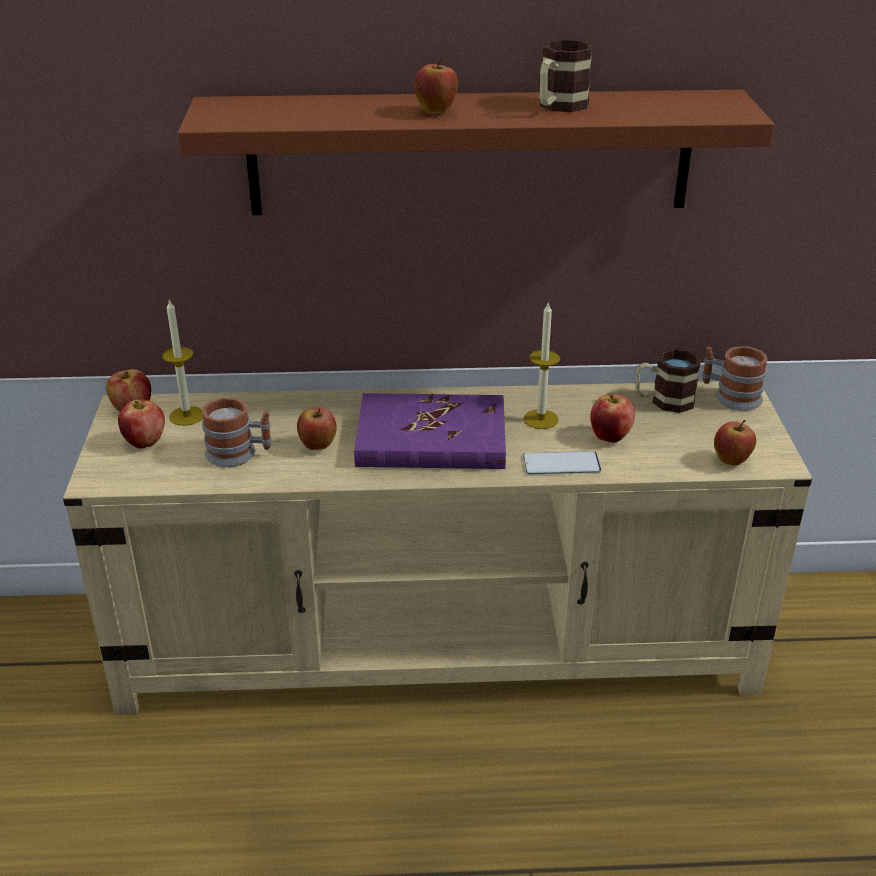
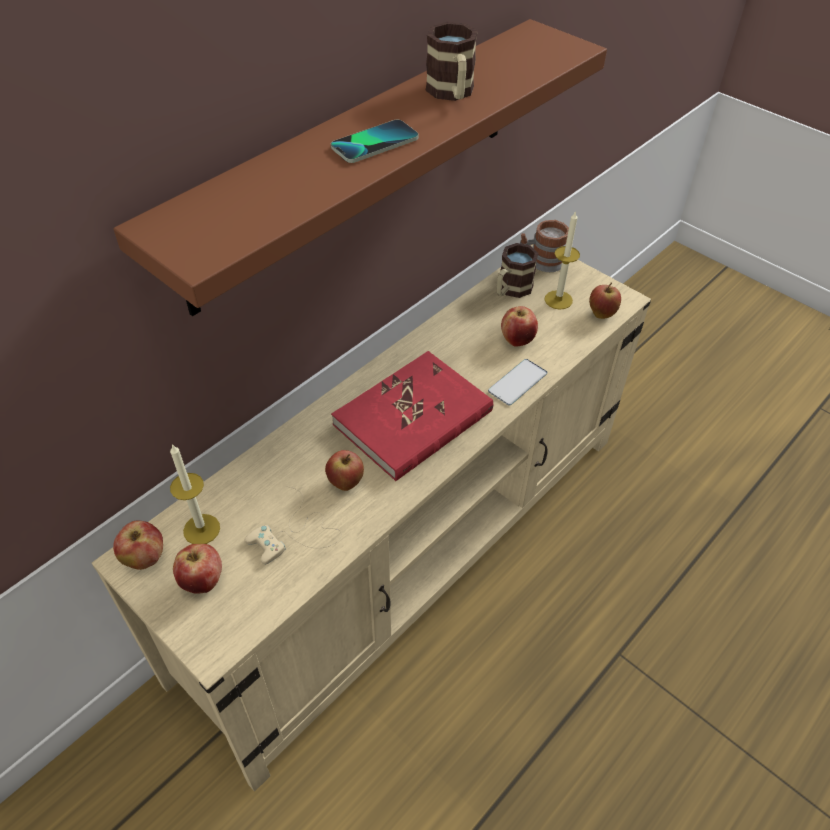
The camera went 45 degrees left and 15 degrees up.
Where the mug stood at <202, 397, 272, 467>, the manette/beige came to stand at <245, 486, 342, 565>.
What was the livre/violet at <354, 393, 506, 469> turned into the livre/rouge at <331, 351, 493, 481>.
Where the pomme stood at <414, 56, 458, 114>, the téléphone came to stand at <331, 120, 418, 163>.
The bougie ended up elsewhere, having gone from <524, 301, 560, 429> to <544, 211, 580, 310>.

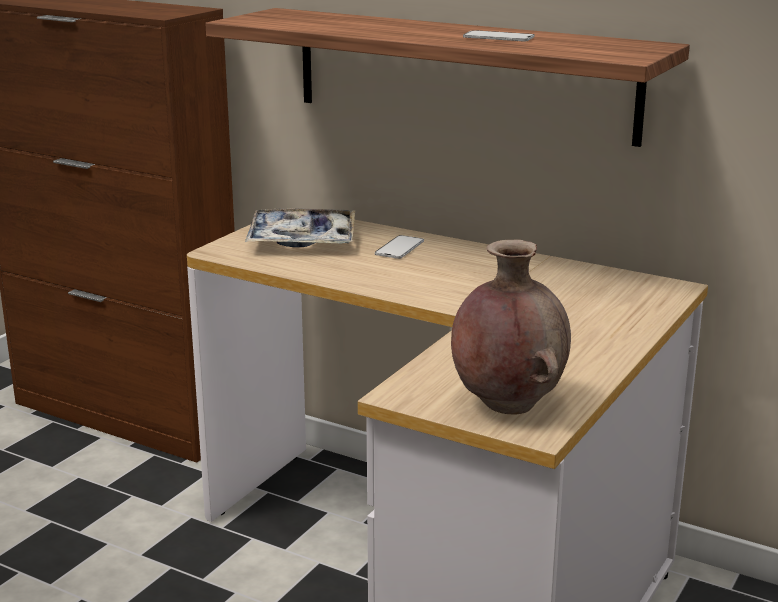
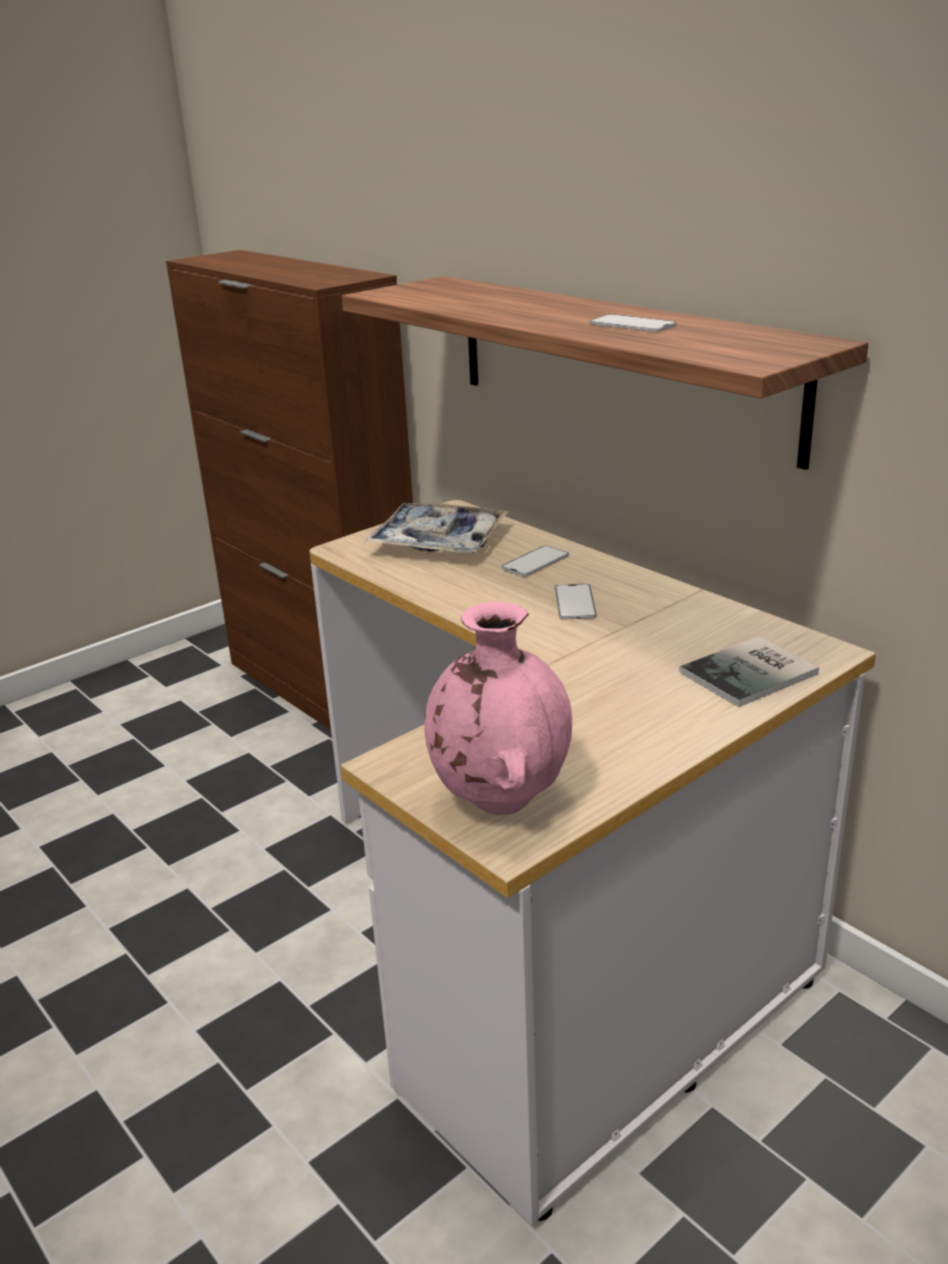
The camera went 20 degrees right and 5 degrees up.
What was the vase/marron at <451, 240, 571, 415> turned into the vase/rose at <424, 602, 572, 815>.
The second view gained the téléphone at <555, 584, 597, 619>.
The second view gained the livre at <679, 636, 819, 707>.

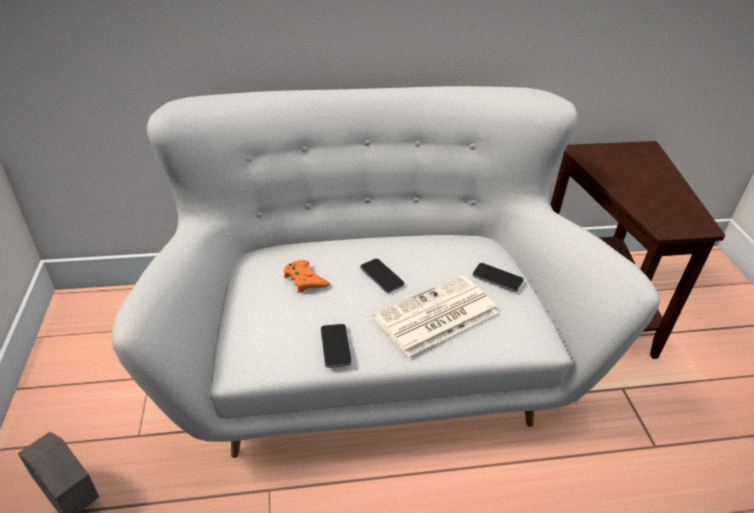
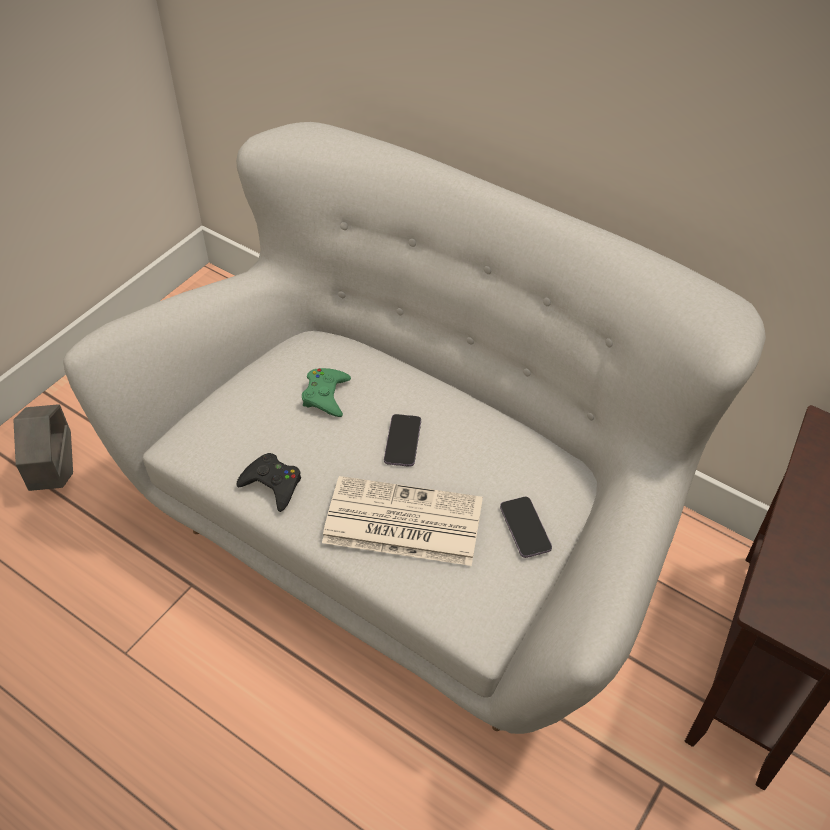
The camera went 45 degrees right and 10 degrees up.
What was the manette/orange at <284, 260, 330, 293> turned into the manette/vert at <302, 368, 351, 417>.
Where the téléphone stood at <321, 324, 352, 368>, the manette/noir came to stand at <237, 453, 301, 512>.

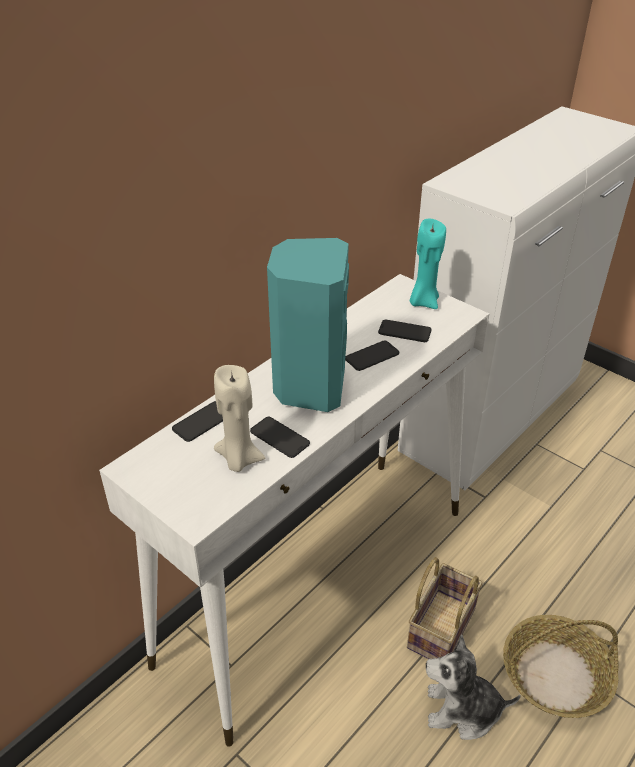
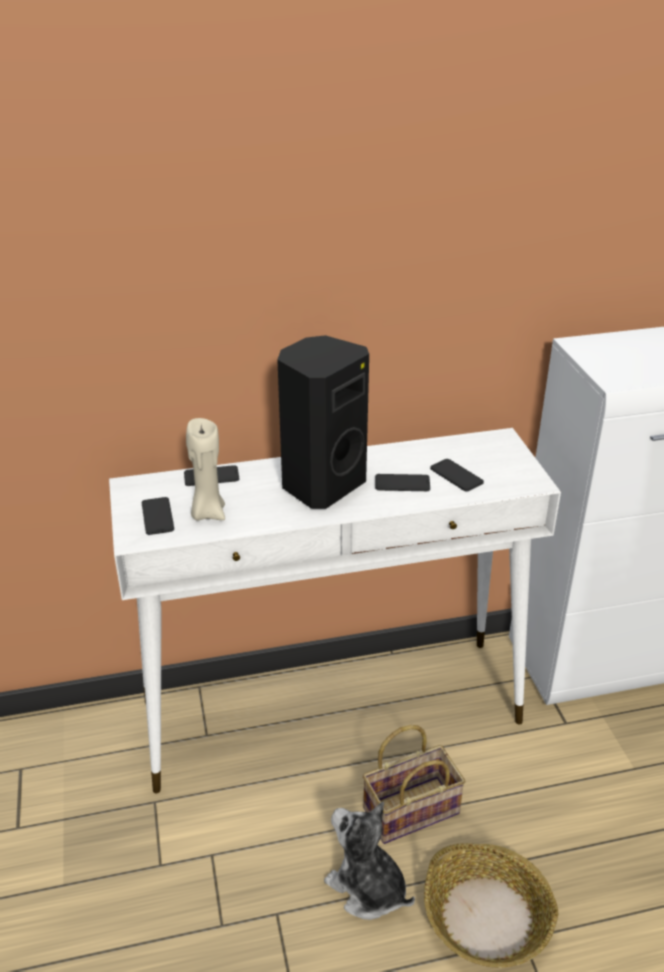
The camera went 35 degrees right and 5 degrees down.
The téléphone ended up elsewhere, having gone from <250, 417, 310, 458> to <141, 497, 174, 535>.
What was the enceinte/turquoise at <267, 238, 349, 412> turned into the enceinte/noir at <277, 335, 369, 509>.
The second view lost the bougie/turquoise at <410, 219, 446, 309>.

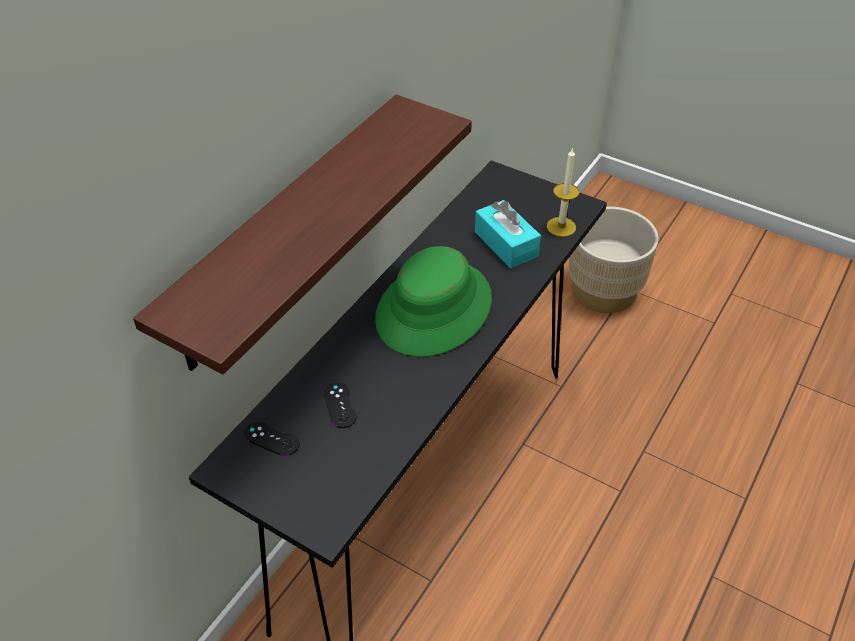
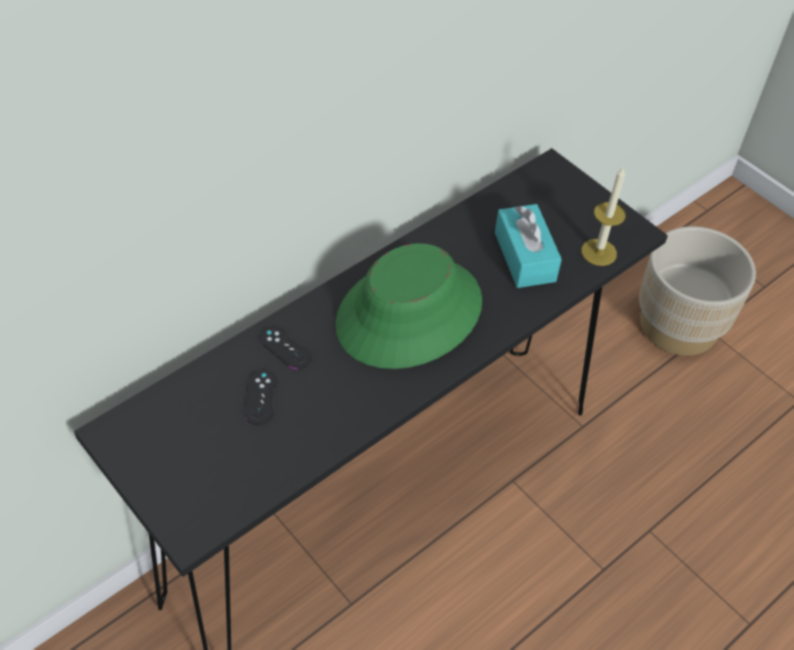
The camera went 15 degrees right and 5 degrees up.
The second view lost the étagère at <133, 94, 472, 375>.
The manette/noir ended up elsewhere, having gone from <244, 422, 300, 456> to <259, 326, 312, 369>.

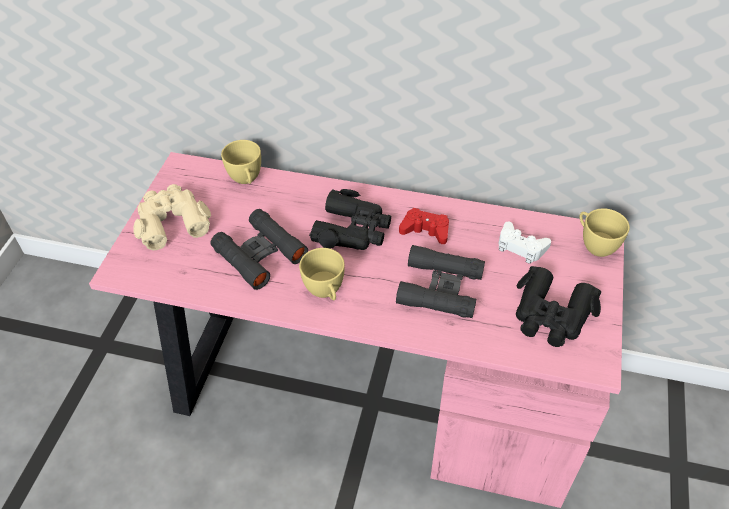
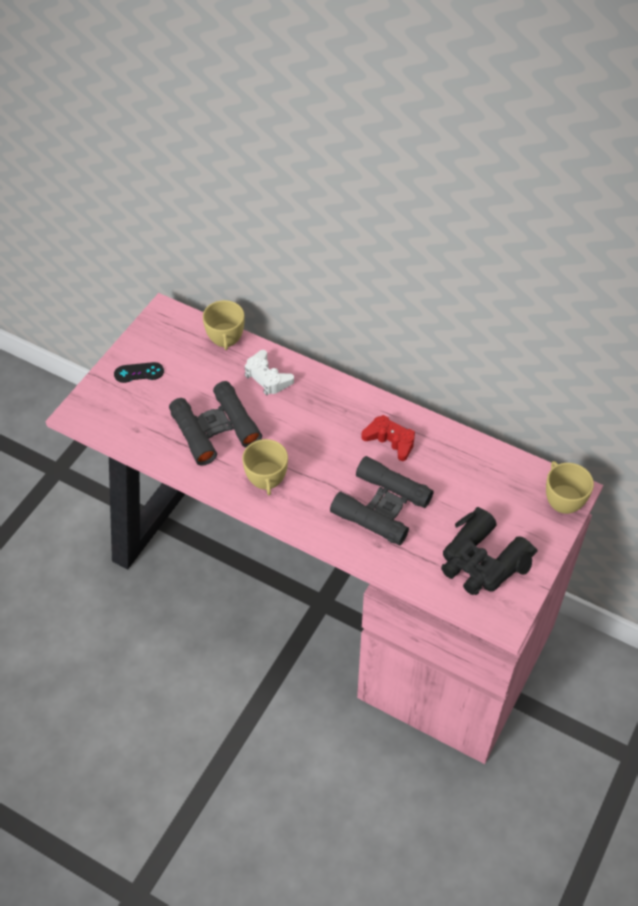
The camera went 15 degrees right and 5 degrees up.
Where the jumelles/beige stood at <133, 184, 211, 250>, the manette/noir came to stand at <114, 362, 164, 383>.
The second view lost the jumelles/noir at <309, 189, 391, 250>.
The manette/blanc ended up elsewhere, having gone from <499, 222, 551, 264> to <245, 350, 294, 395>.

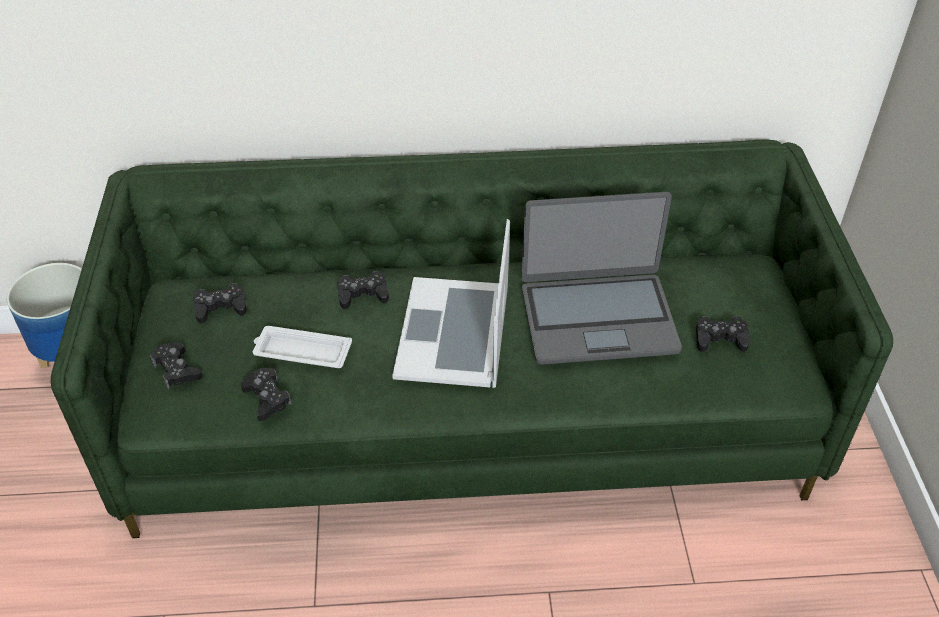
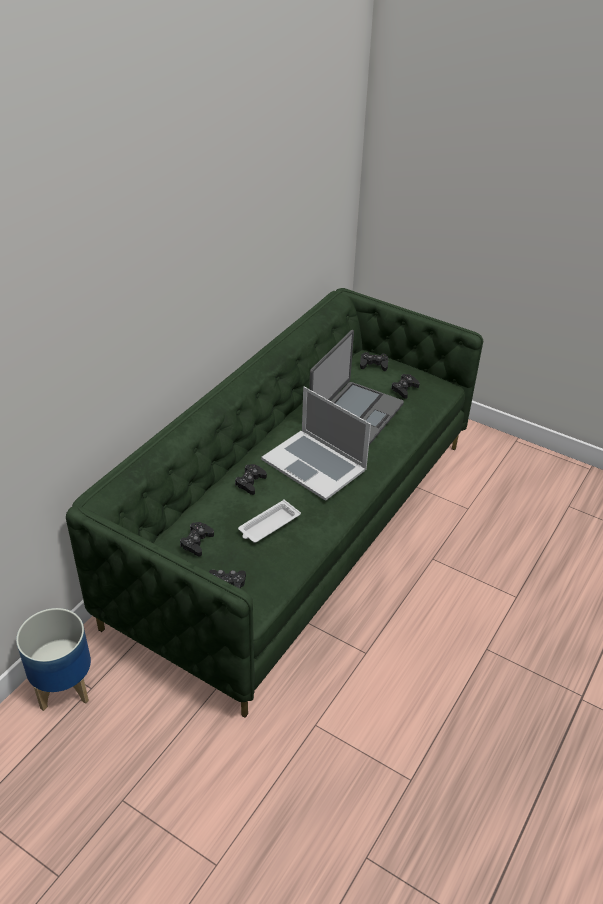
The camera went 55 degrees left and 5 degrees down.
The manette/noir ended up elsewhere, having gone from <241, 368, 292, 421> to <360, 352, 388, 371>.

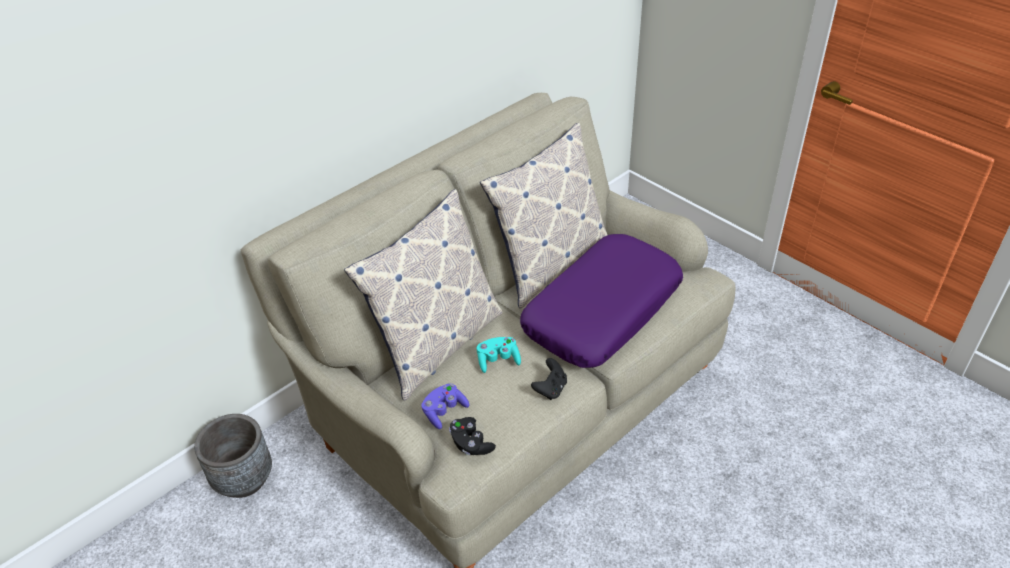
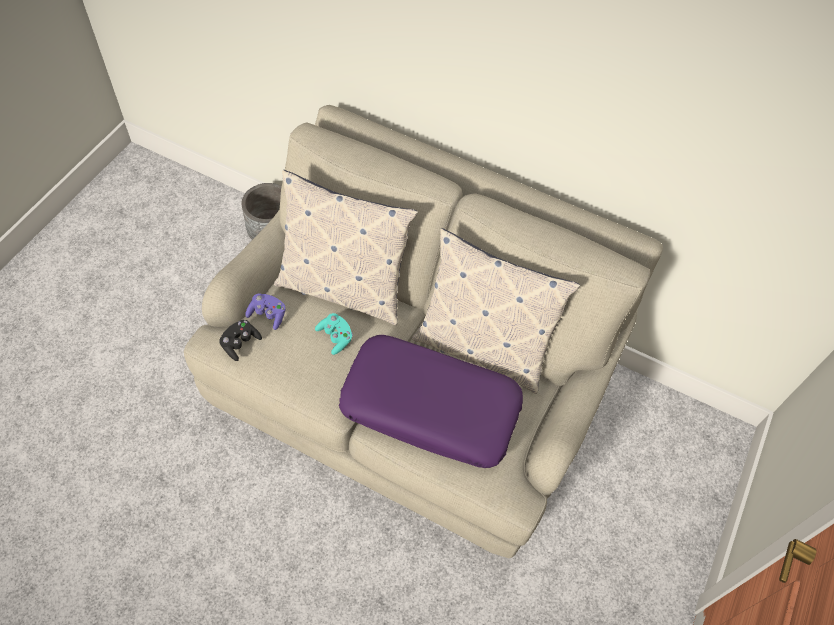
The camera went 65 degrees right and 15 degrees up.
The second view lost the manette/noir at <531, 358, 567, 400>.

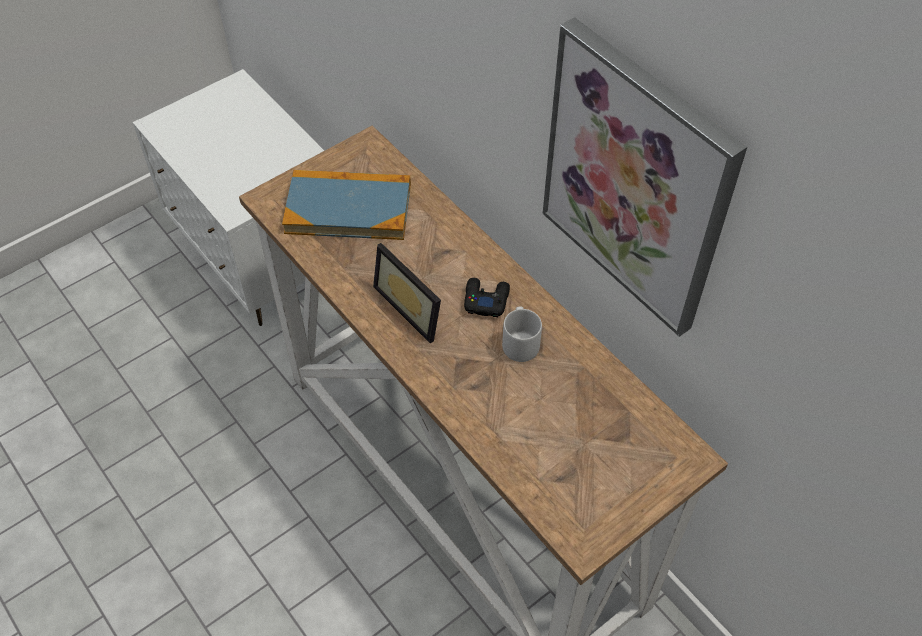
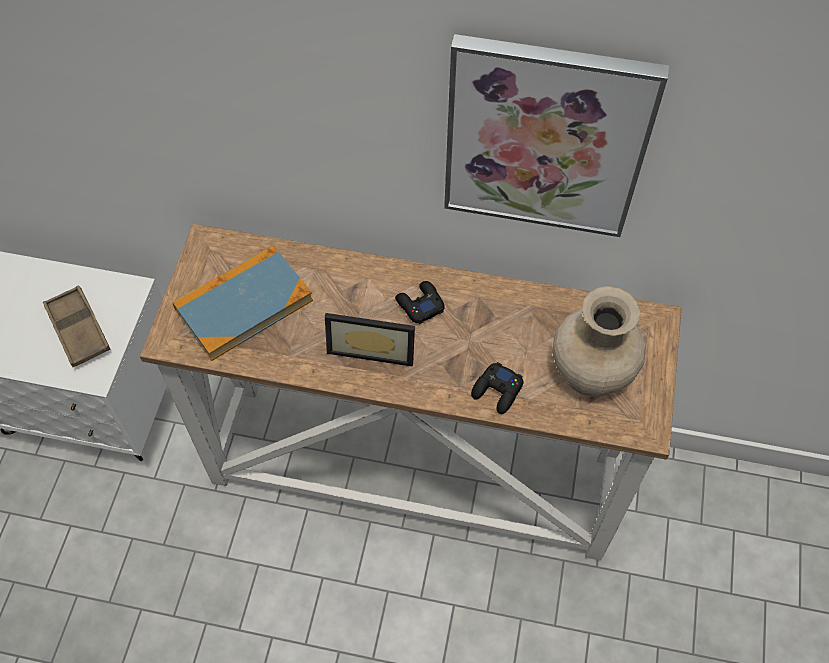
The camera went 40 degrees left and 5 degrees up.
The second view lost the mug/gris at <502, 307, 542, 362>.
The second view gained the plateau/marron at <43, 285, 111, 367>.
The second view gained the manette/noir at <471, 362, 524, 414>.
The second view gained the vase/beige at <552, 286, 646, 397>.

